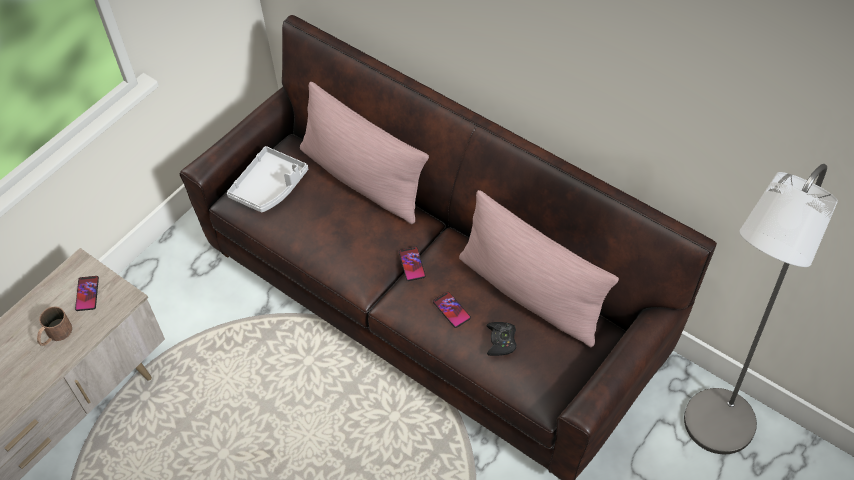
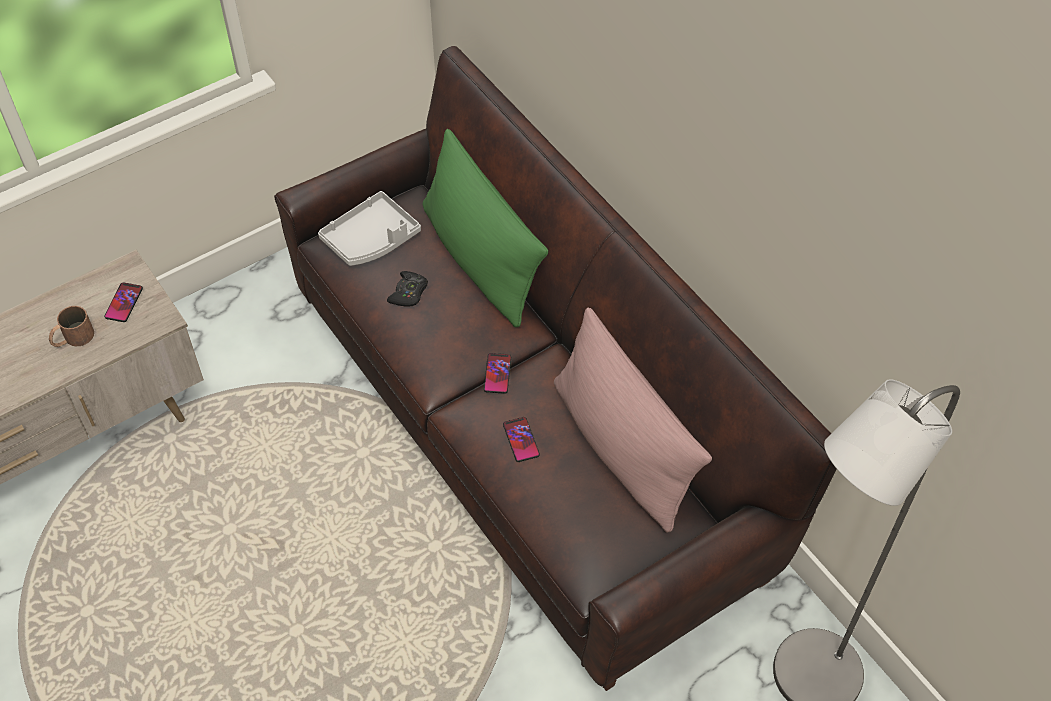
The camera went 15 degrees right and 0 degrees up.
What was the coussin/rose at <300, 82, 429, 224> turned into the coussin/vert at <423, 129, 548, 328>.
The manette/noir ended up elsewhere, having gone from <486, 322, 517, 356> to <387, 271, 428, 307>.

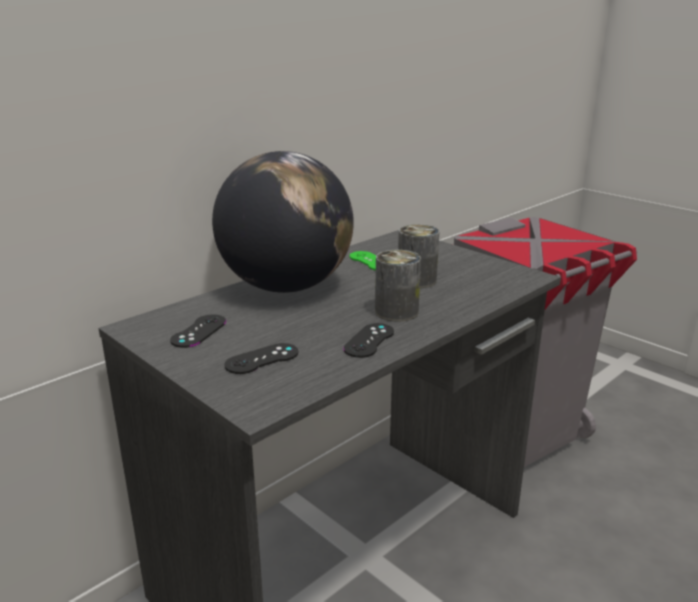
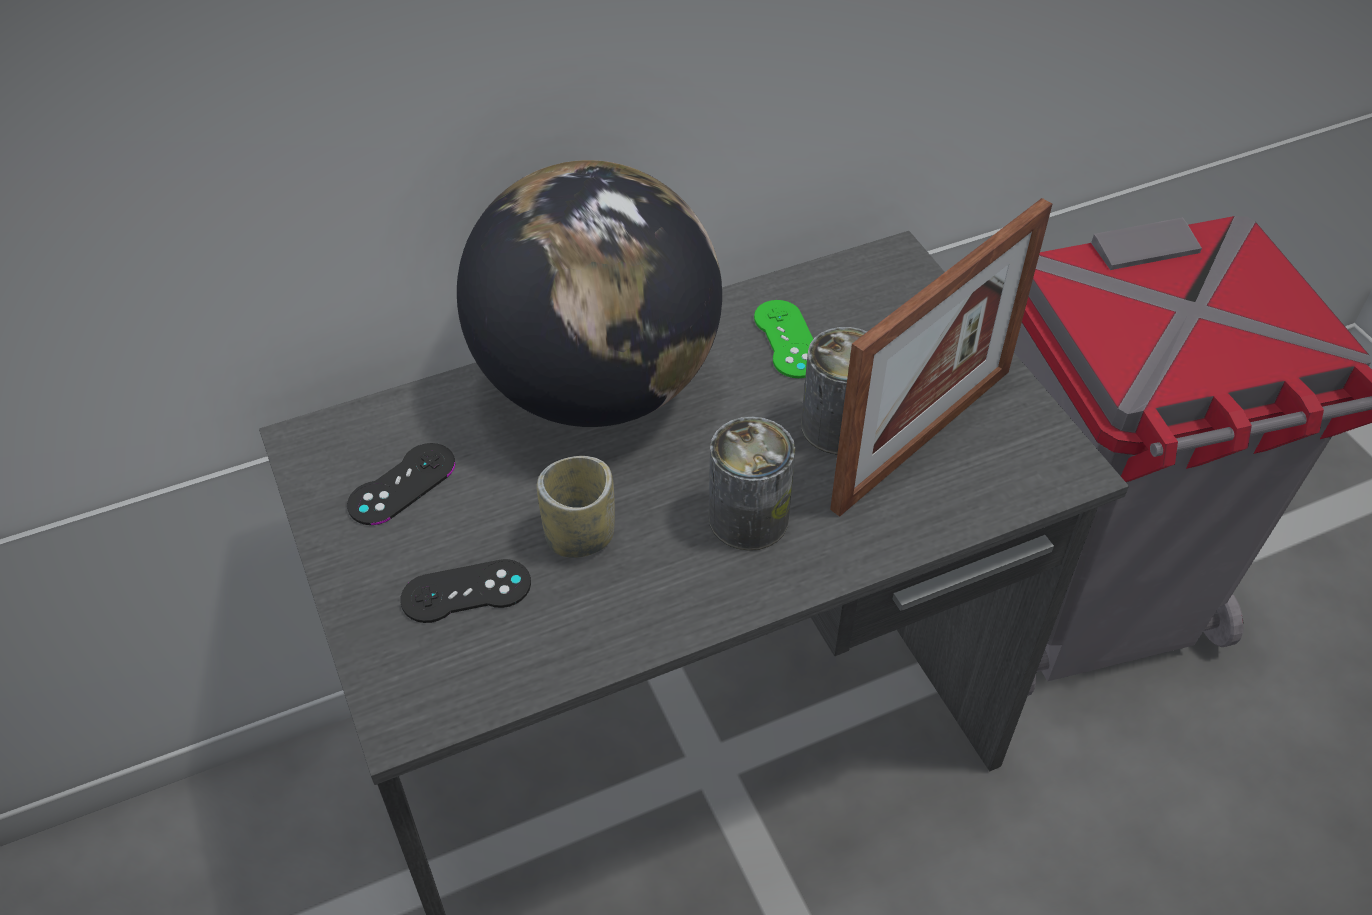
The camera went 20 degrees right and 25 degrees up.
The second view lost the manette/noir at <343, 323, 394, 358>.
The second view gained the tasse at <537, 456, 615, 558>.
The second view gained the cadre photo at <830, 198, 1052, 517>.

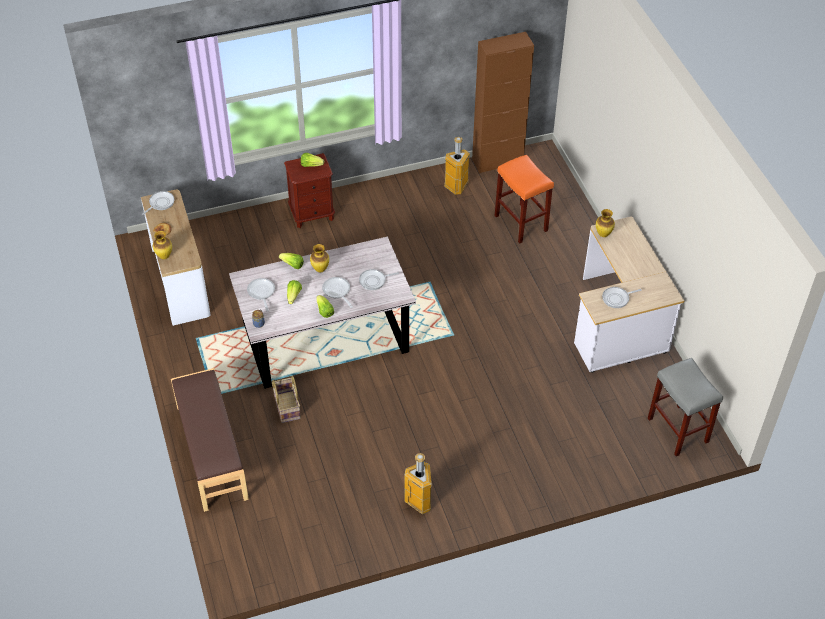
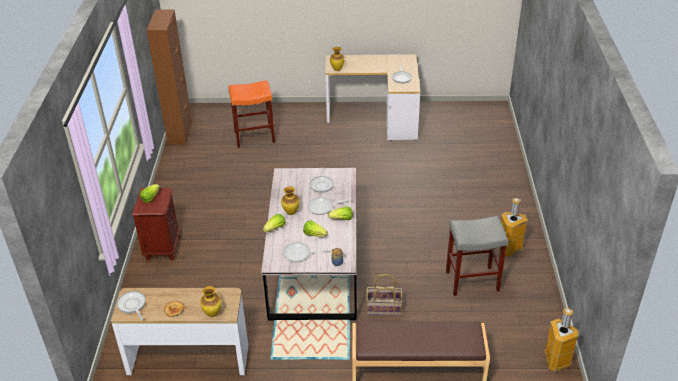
The camera went 70 degrees left and 10 degrees down.
The poubelle ended up elsewhere, having gone from <444, 137, 470, 195> to <544, 308, 579, 372>.
The tabouret/gris ended up elsewhere, having gone from <648, 358, 723, 457> to <446, 216, 508, 296>.

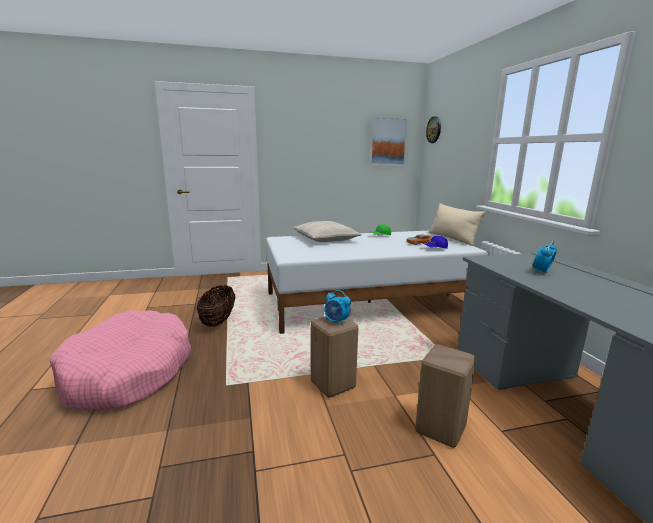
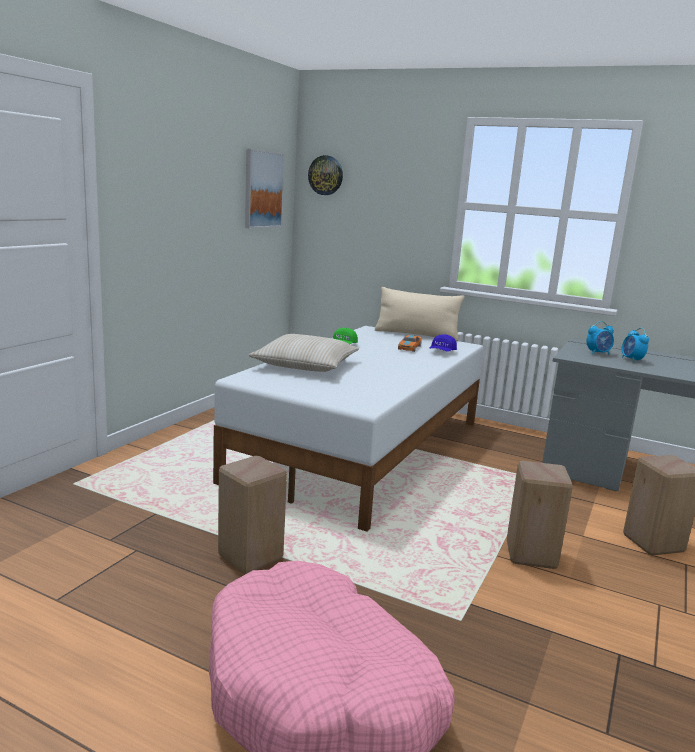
The camera went 50 degrees left and 0 degrees up.
Where the panier stood at <197, 285, 236, 327>, the tabouret/beige came to stand at <218, 456, 287, 574>.
The réveil ended up elsewhere, having gone from <324, 290, 351, 326> to <586, 321, 614, 355>.

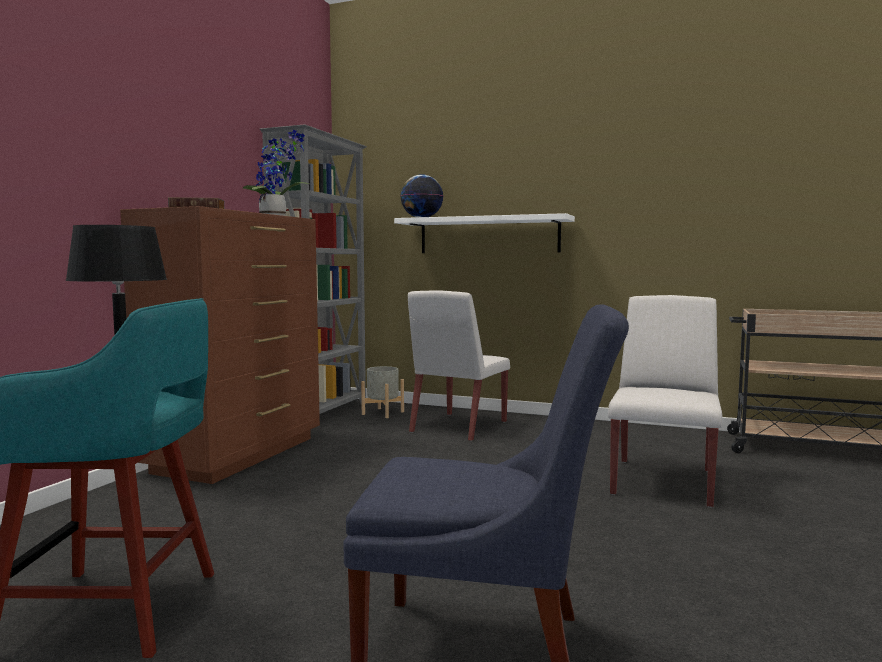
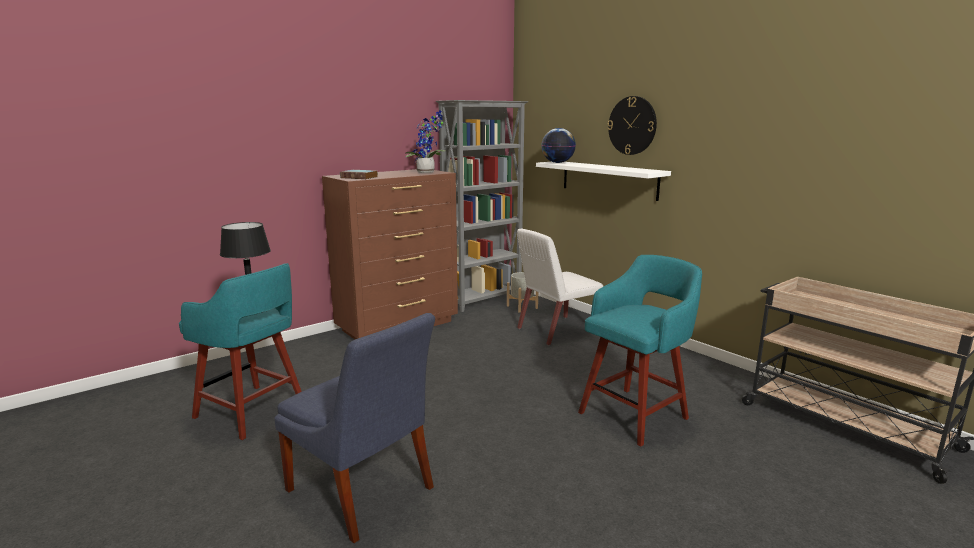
The camera went 30 degrees right and 10 degrees up.
Where the chaise/blanc stood at <608, 295, 722, 508>, the tabouret/turquoise came to stand at <578, 255, 702, 447>.
The second view gained the horloge murale at <608, 96, 657, 155>.

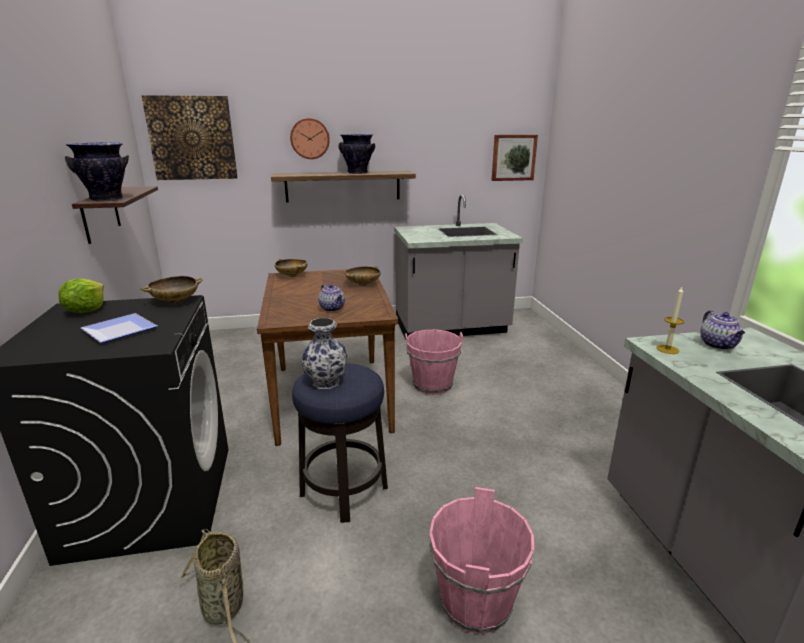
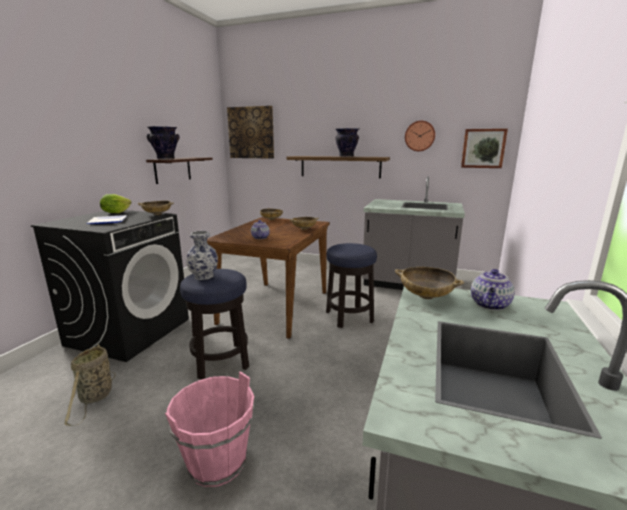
The camera went 30 degrees right and 5 degrees down.
The horloge murale ended up elsewhere, having gone from <290, 118, 330, 159> to <405, 121, 435, 151>.
Where the seau/rose stood at <405, 330, 463, 395>, the tabouret came to stand at <326, 243, 377, 328>.
Where the bougie stood at <656, 287, 684, 354>, the bol/beige came to stand at <395, 267, 464, 299>.

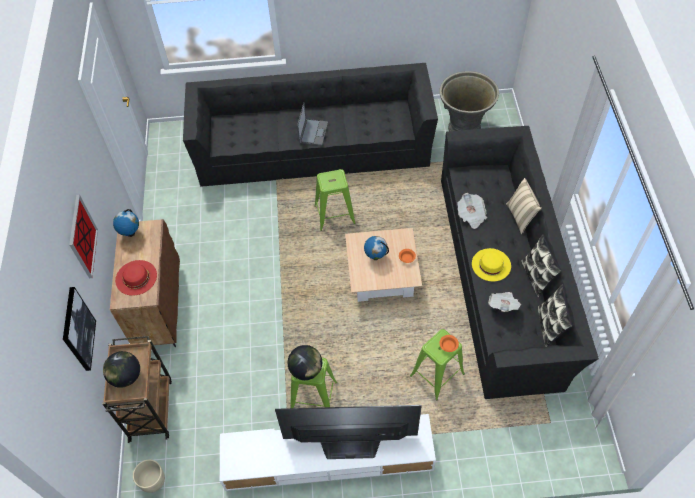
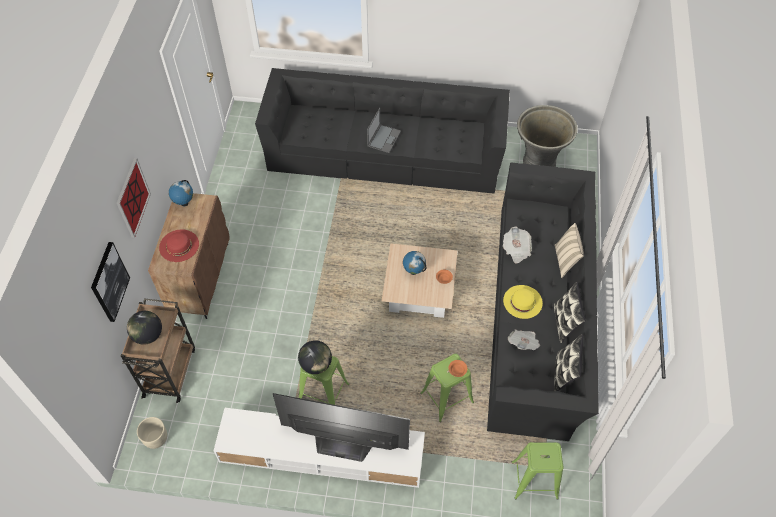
The camera went 10 degrees right and 0 degrees up.
The tabouret/vert ended up elsewhere, having gone from <314, 169, 356, 231> to <512, 442, 563, 500>.

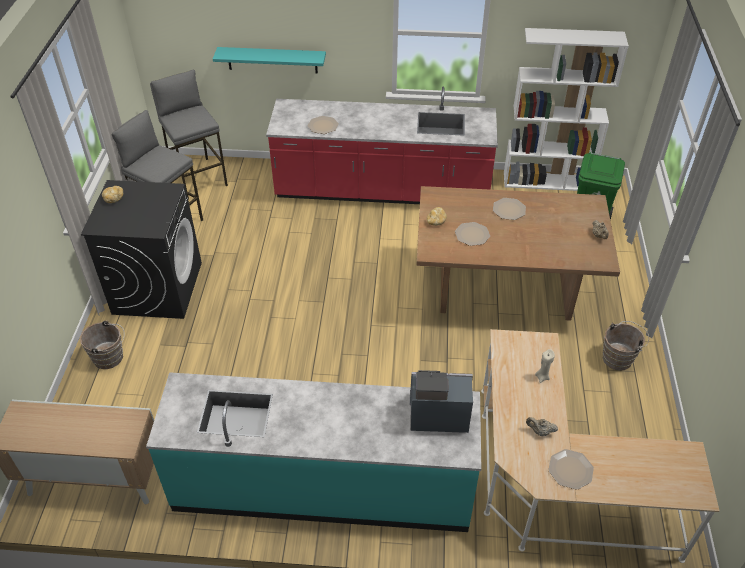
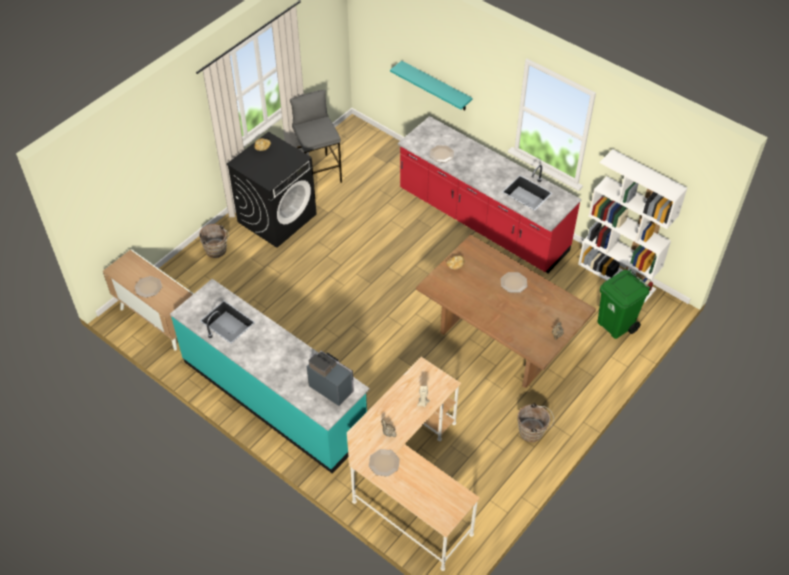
The camera went 35 degrees right and 5 degrees up.
The second view lost the tabouret/gris at <150, 70, 228, 199>.
The assiette ended up elsewhere, having gone from <455, 222, 490, 246> to <135, 276, 162, 298>.

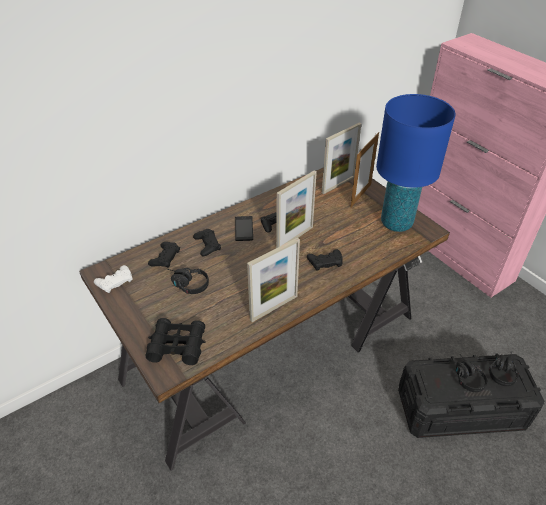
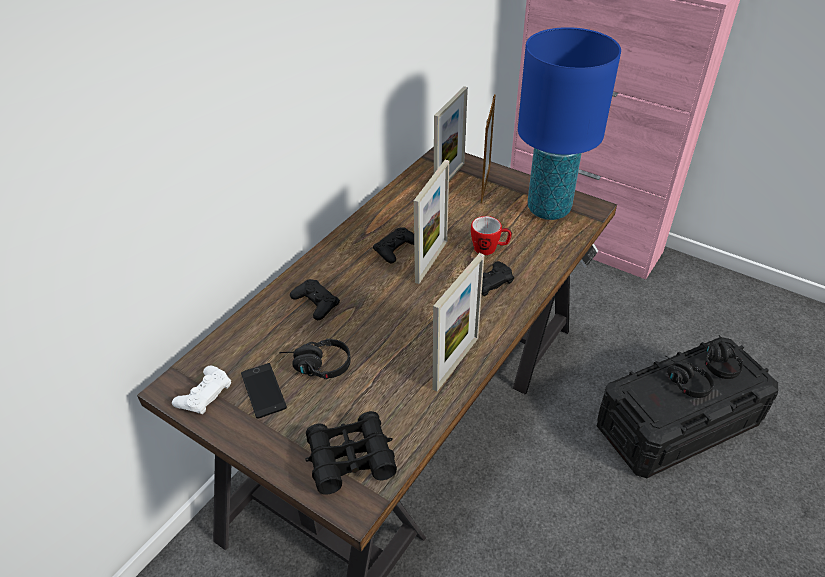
The camera went 20 degrees left and 0 degrees up.
The second view lost the manette/noir at <148, 242, 180, 268>.
The téléphone ended up elsewhere, having gone from <235, 216, 253, 241> to <241, 363, 287, 419>.
The second view gained the mug at <471, 216, 512, 255>.

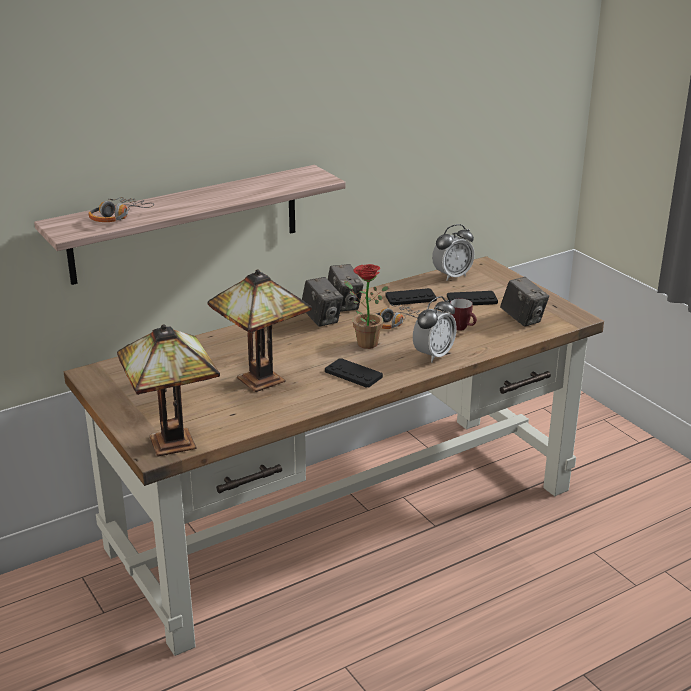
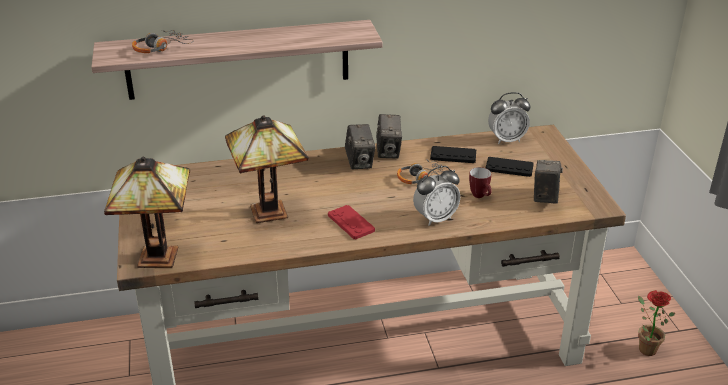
The camera went 20 degrees right and 5 degrees up.
What was the manette/noir at <325, 358, 383, 388> turned into the manette/rouge at <328, 205, 375, 239>.
The plante en pot ended up elsewhere, having gone from <344, 264, 389, 349> to <638, 290, 675, 356>.
The appareil photo at <500, 277, 549, 327> ended up facing another way, 150 degrees counterclockwise from before.

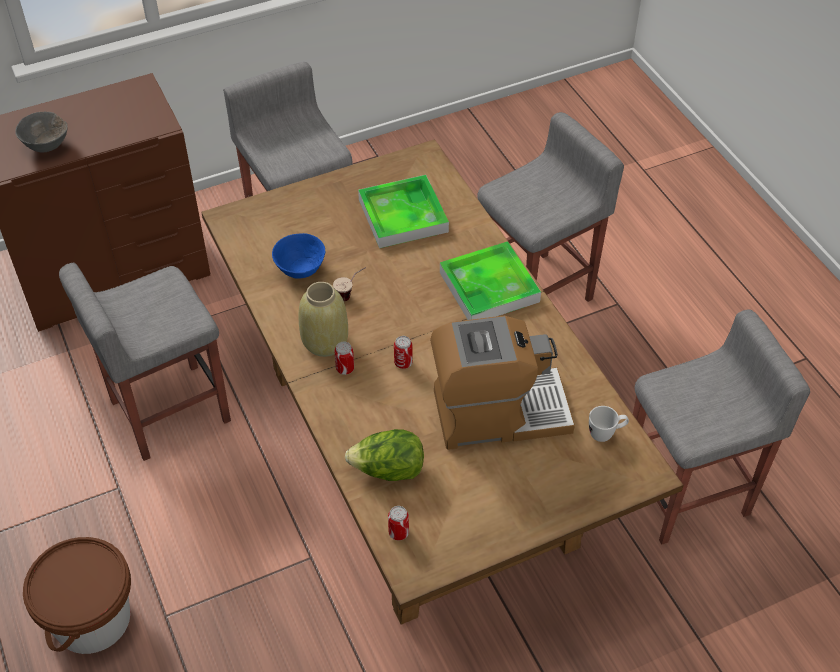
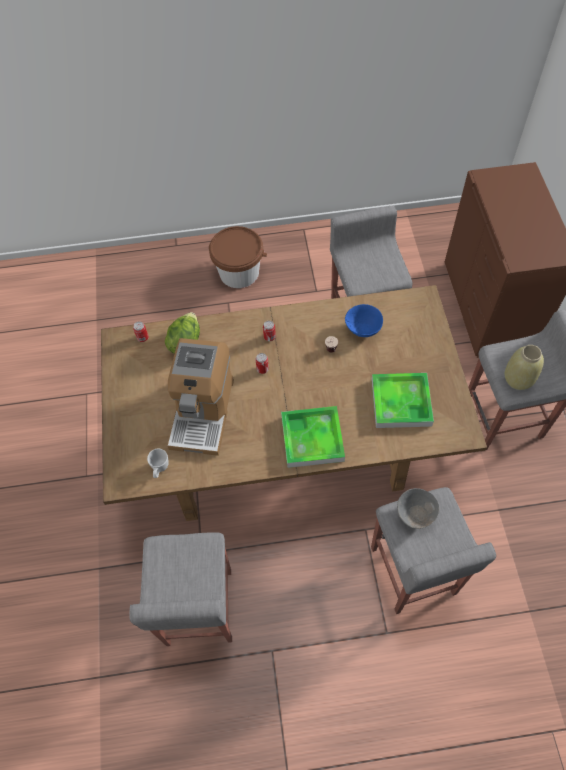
The camera went 110 degrees right and 10 degrees up.
The bol/gris ended up elsewhere, having gone from <15, 112, 68, 153> to <397, 488, 439, 529>.
The vase/beige ended up elsewhere, having gone from <299, 282, 348, 357> to <505, 345, 544, 390>.

